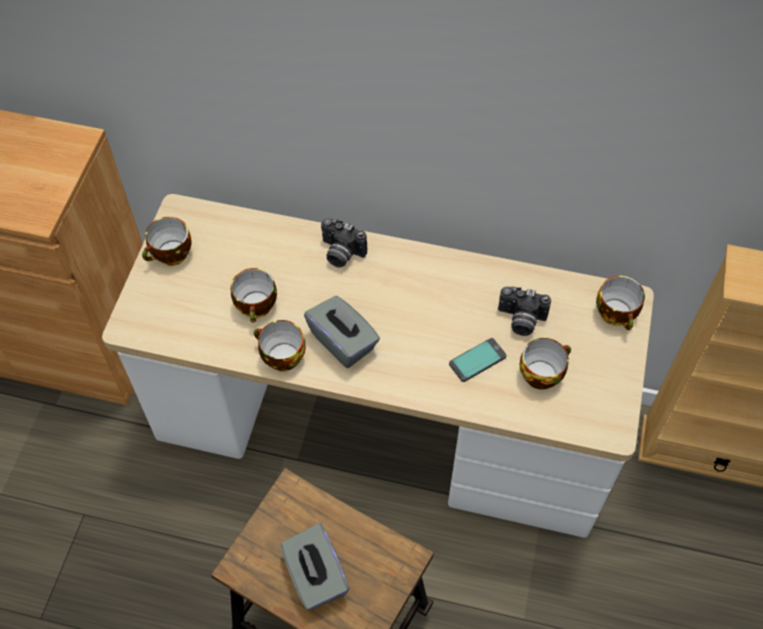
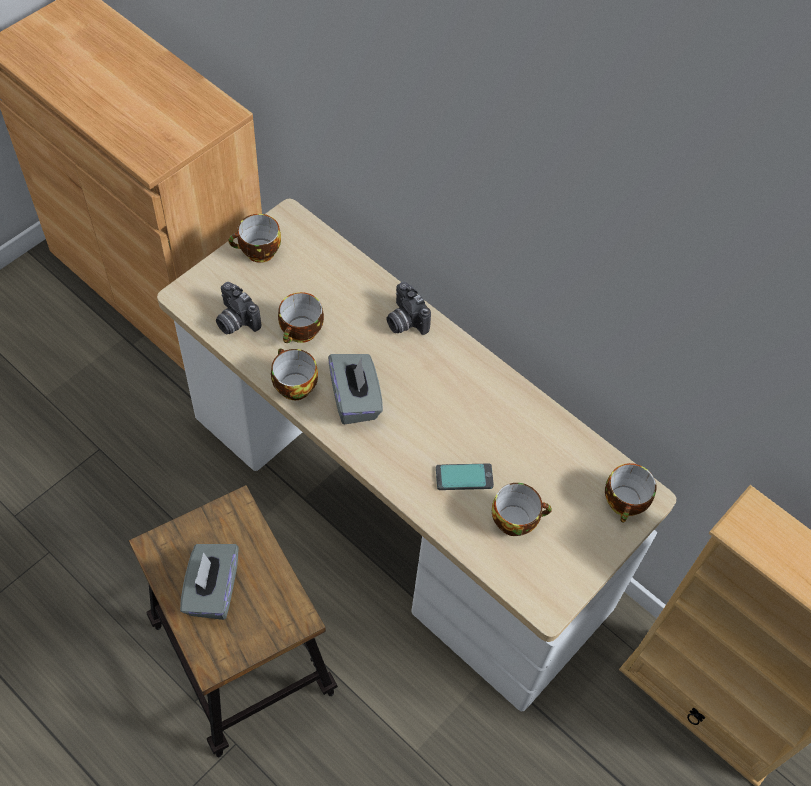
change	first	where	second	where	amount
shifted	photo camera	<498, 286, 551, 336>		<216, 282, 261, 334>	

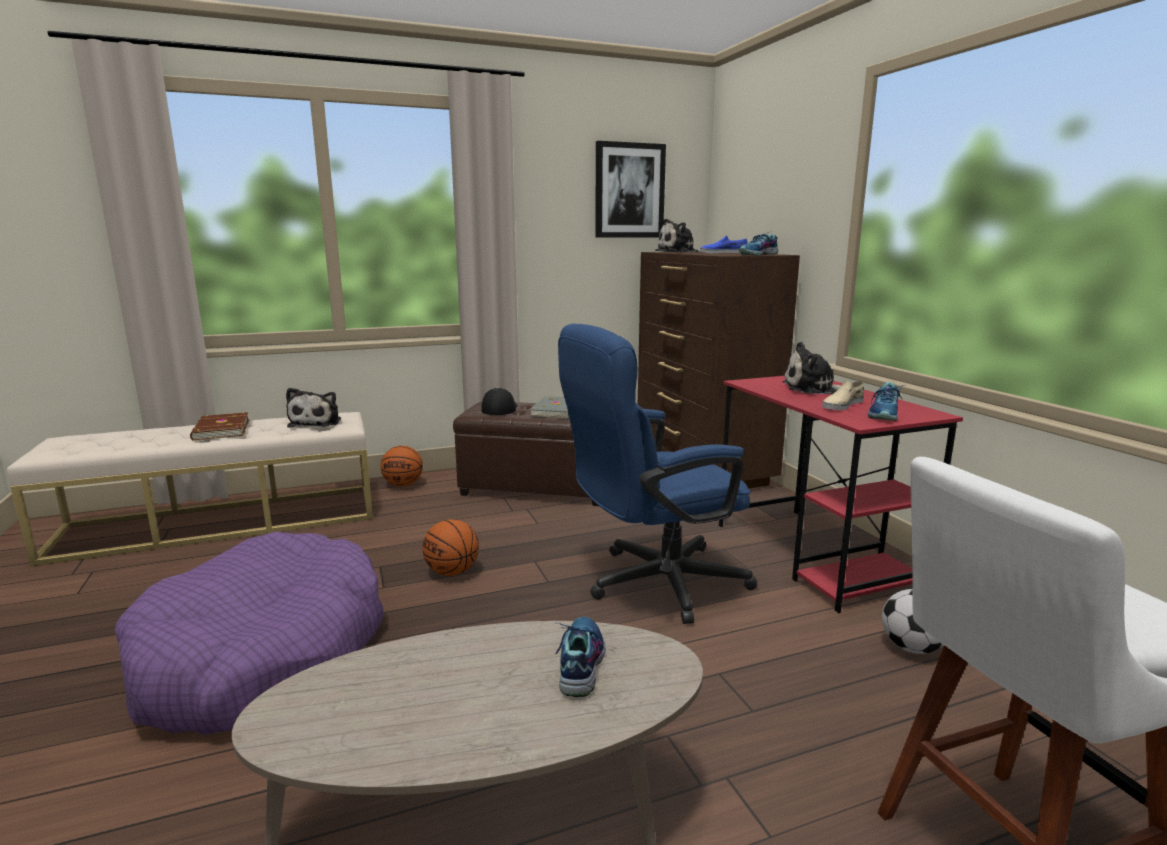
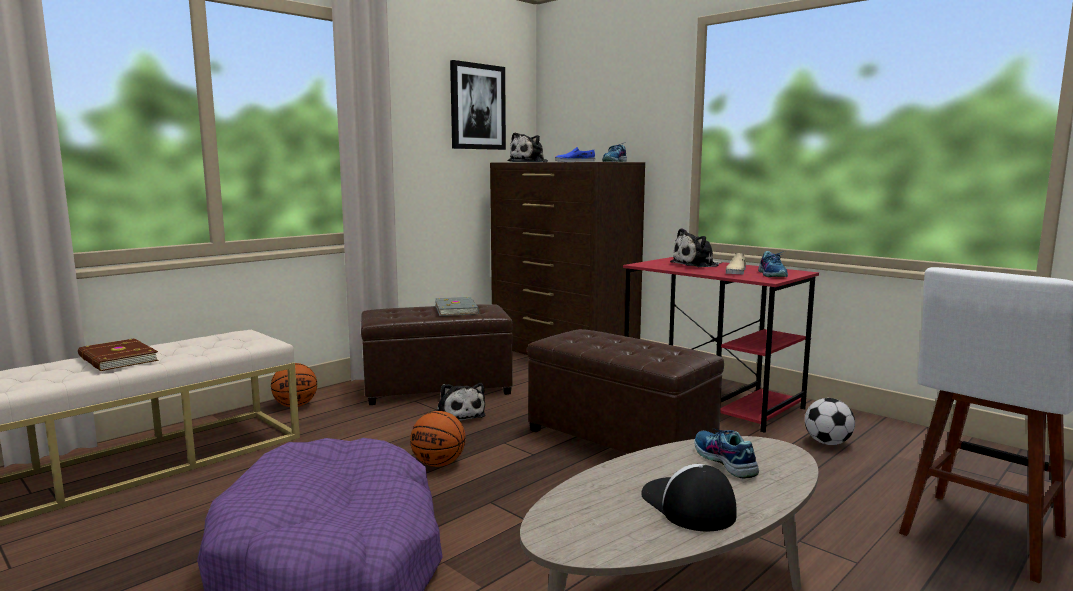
change	first	where	second	where	amount
swapped	blue office chair	<558, 324, 757, 624>	brown ottoman	<527, 329, 724, 454>	
shifted	plush toy	<286, 388, 341, 428>		<436, 383, 486, 421>	
shifted	cap	<481, 388, 518, 415>		<641, 464, 737, 531>	

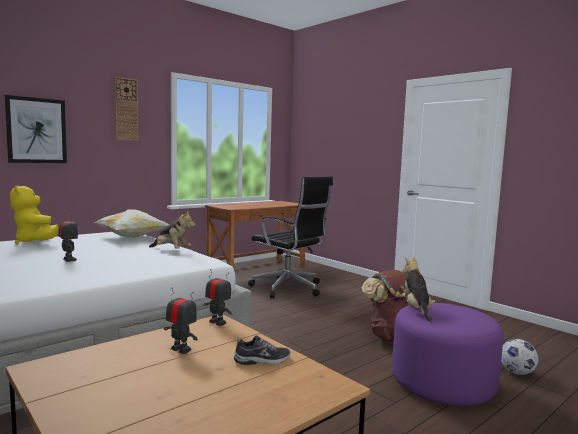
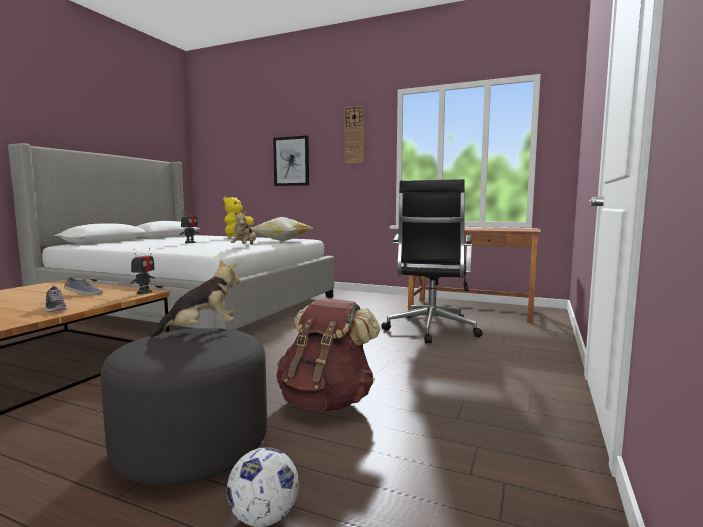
change	first	where	second	where	amount
swapped	toy robot	<164, 288, 198, 354>	shoe	<64, 277, 103, 295>	
repainted	purple ottoman	<392, 303, 504, 406>	grey ottoman	<100, 328, 267, 485>	

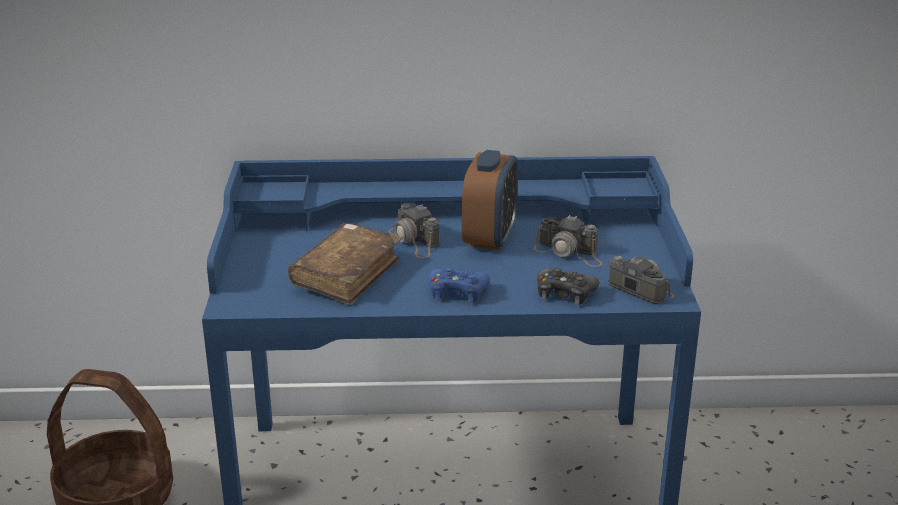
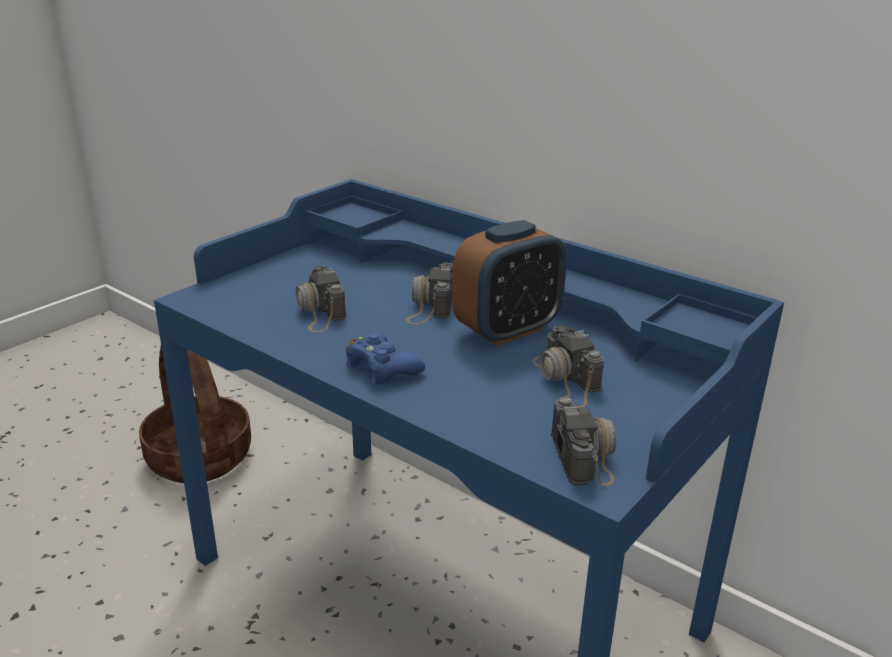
change	first	where	second	where	amount
swapped	brown book	<288, 223, 401, 305>	photo camera	<296, 266, 346, 332>	
gone	black game controller	<537, 268, 599, 305>			

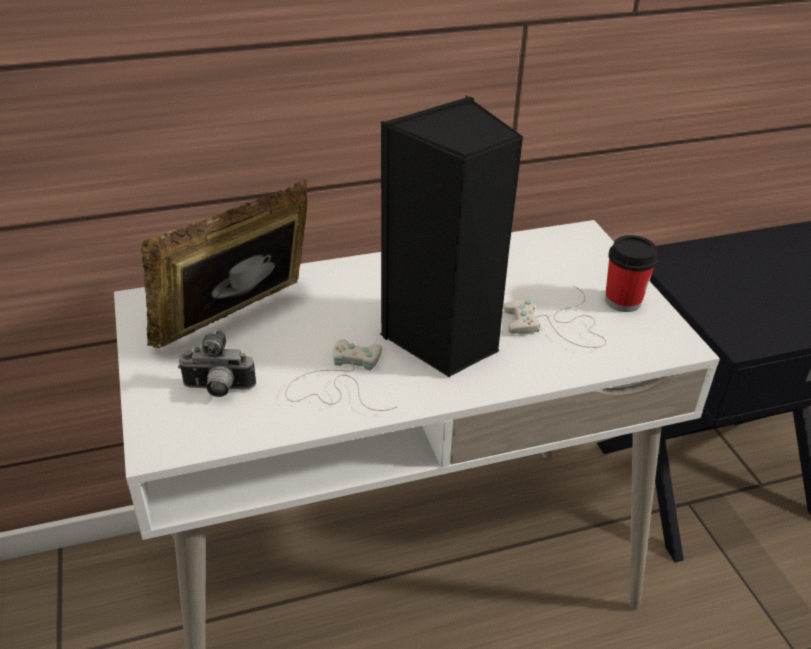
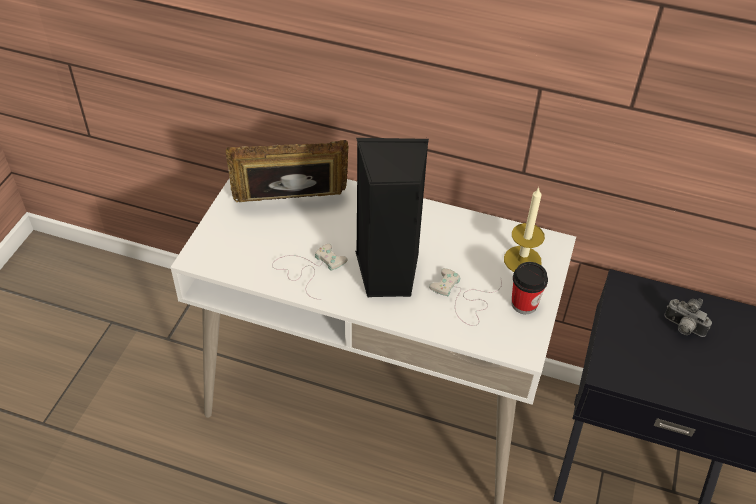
change	first	where	second	where	amount
shifted	photo camera	<178, 330, 256, 397>		<664, 298, 712, 337>	
new			candle	<504, 187, 545, 272>	

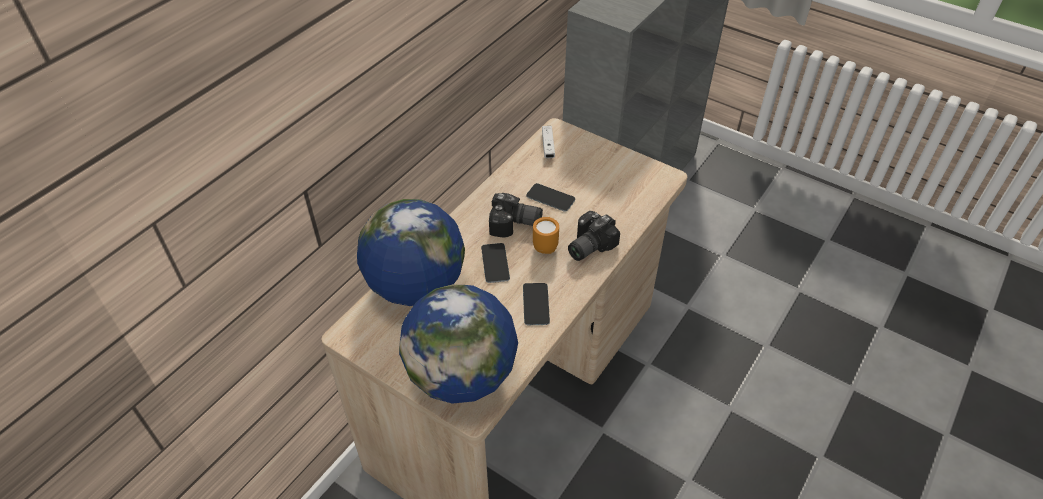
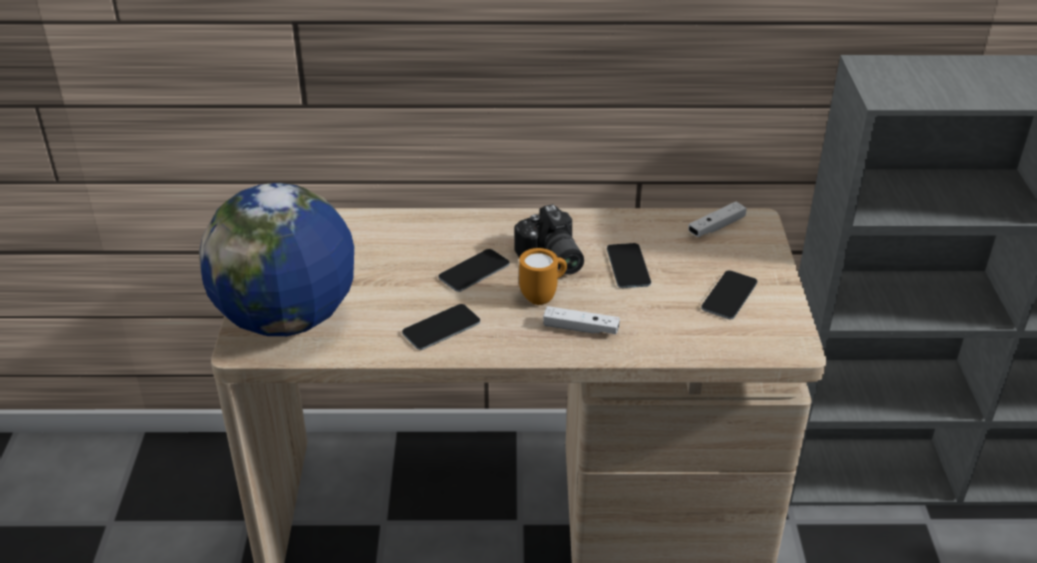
change	first	where	second	where	amount
gone	globe	<357, 199, 465, 306>			
swapped	photo camera	<568, 211, 620, 261>	white game controller	<543, 306, 620, 334>	
new			phone	<701, 270, 757, 319>	

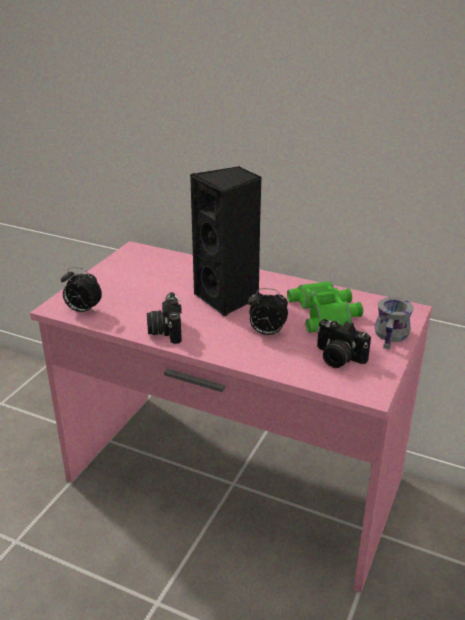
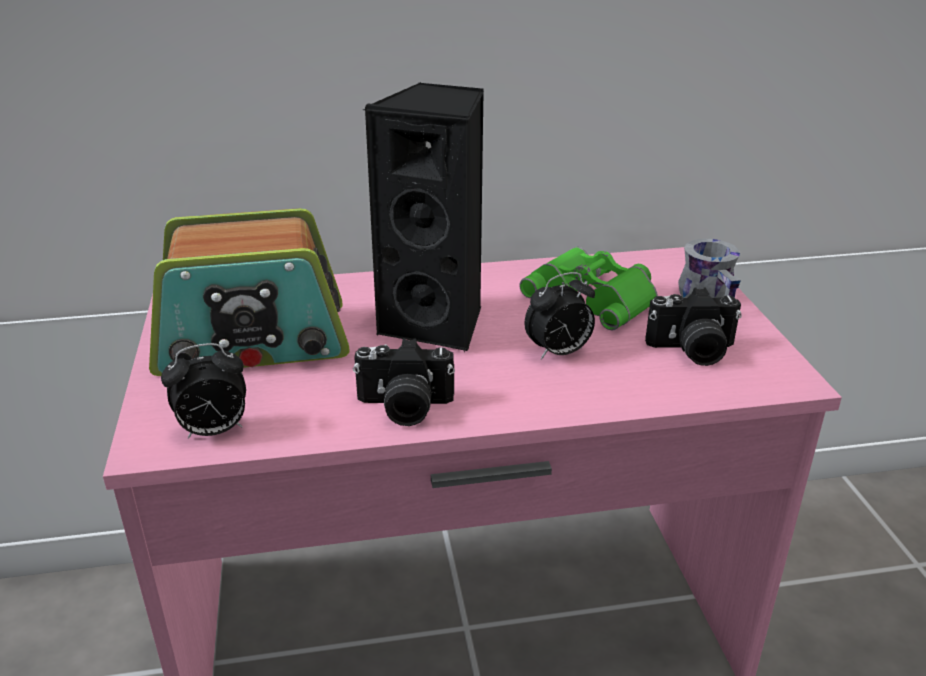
change	first	where	second	where	amount
rotated	photo camera	<147, 292, 182, 344>		<353, 338, 455, 426>	45 degrees counterclockwise
new			radio	<149, 208, 349, 376>	

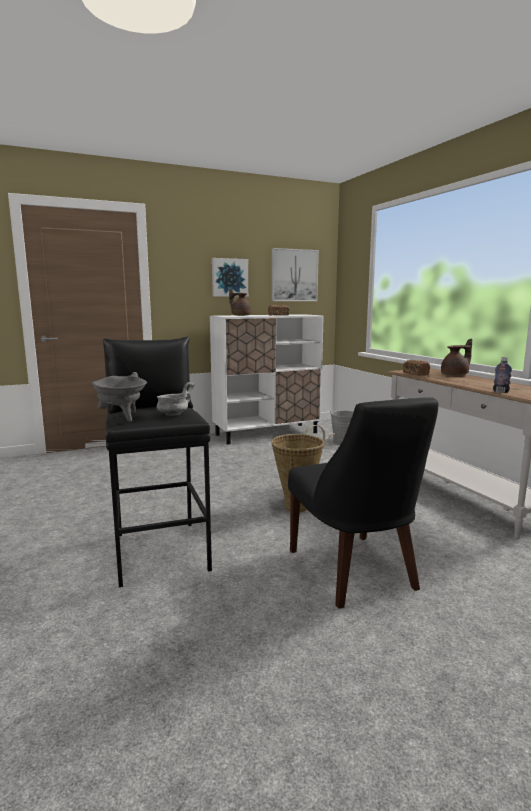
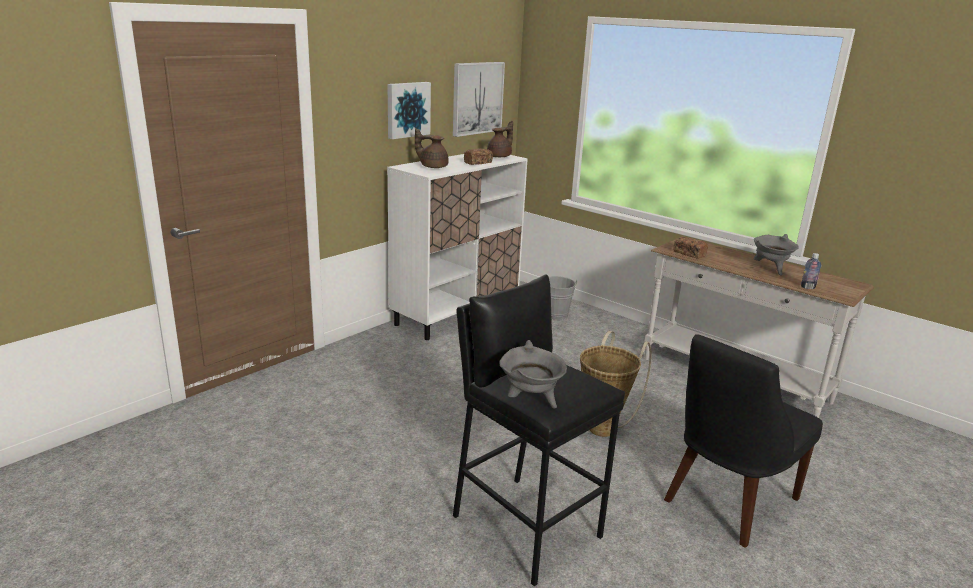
change	first	where	second	where	amount
shifted	brown teapot	<441, 339, 472, 376>		<487, 121, 513, 157>	
gone	grey bowl	<157, 382, 195, 416>			
rotated	black chair	<288, 397, 438, 609>		<664, 334, 823, 548>	90 degrees clockwise
new			grey cooking pot	<753, 234, 799, 276>	

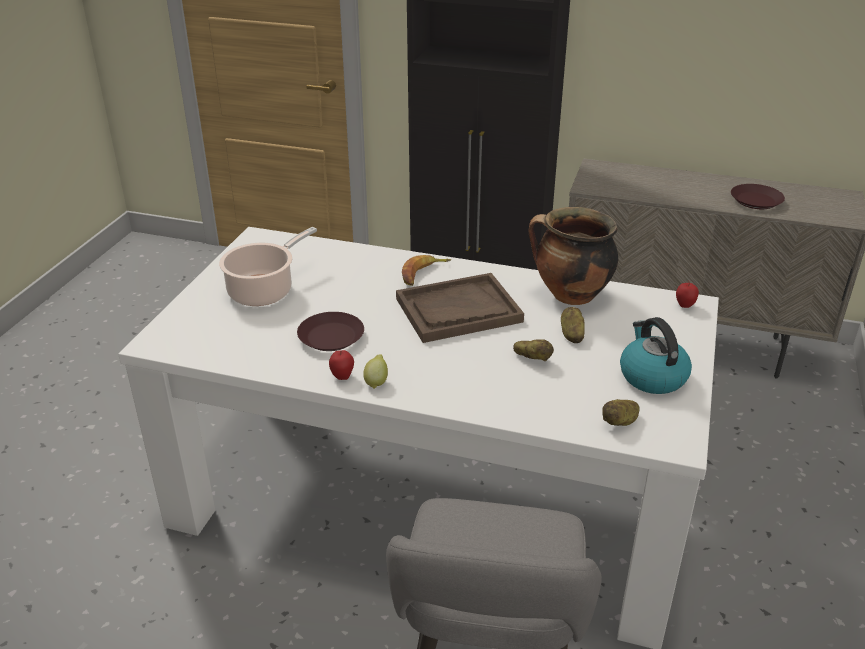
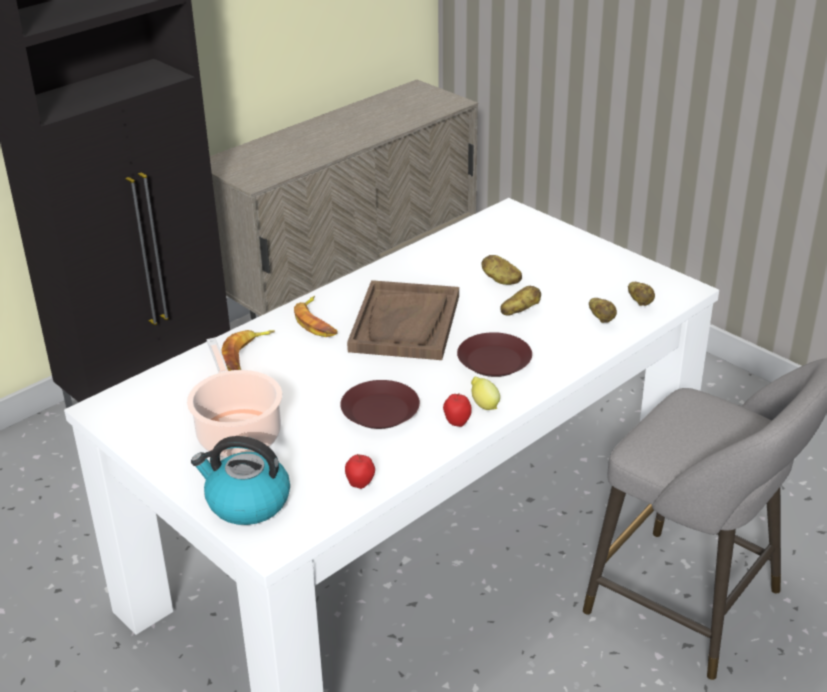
change	first	where	second	where	amount
shifted	brown plate	<731, 184, 785, 209>		<457, 332, 532, 377>	
gone	cooking pot	<529, 207, 618, 305>			
shifted	apple	<676, 280, 699, 308>		<345, 454, 375, 489>	
shifted	kettle	<620, 317, 692, 394>		<191, 436, 290, 525>	
new			potato	<589, 298, 617, 323>	
new			banana	<222, 330, 275, 371>	

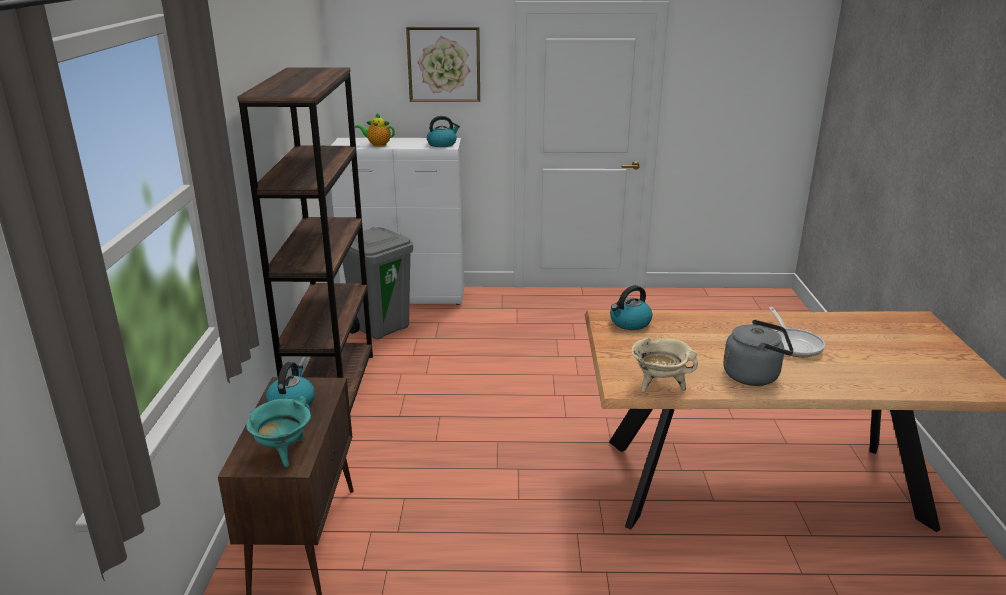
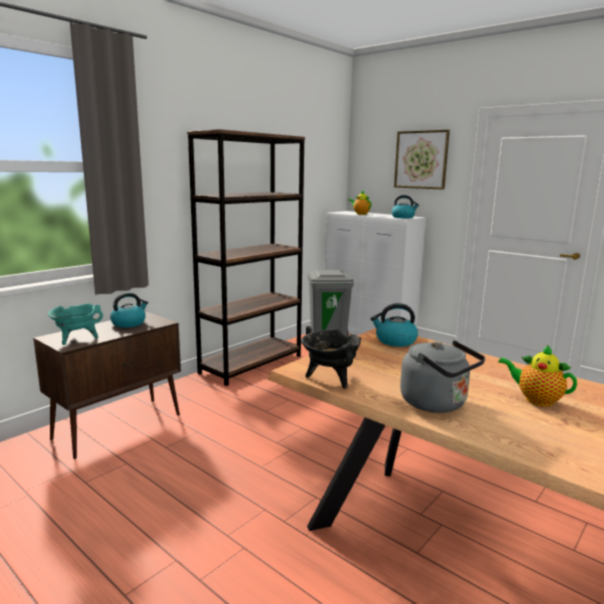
change	first	where	second	where	amount
swapped	frying pan	<769, 307, 825, 357>	teapot	<498, 345, 577, 407>	
repainted	beige cooking pot	<632, 337, 698, 393>	black cooking pot	<301, 329, 361, 389>	

